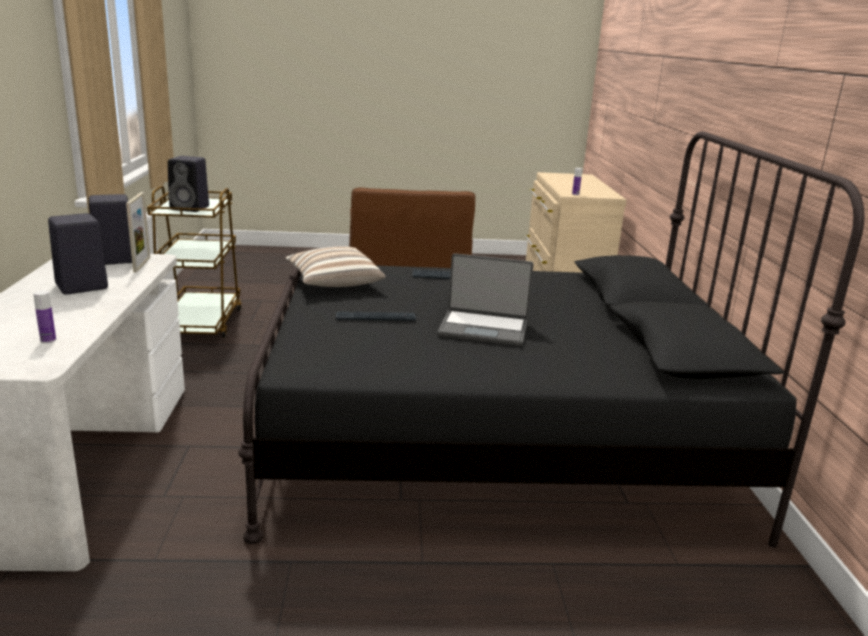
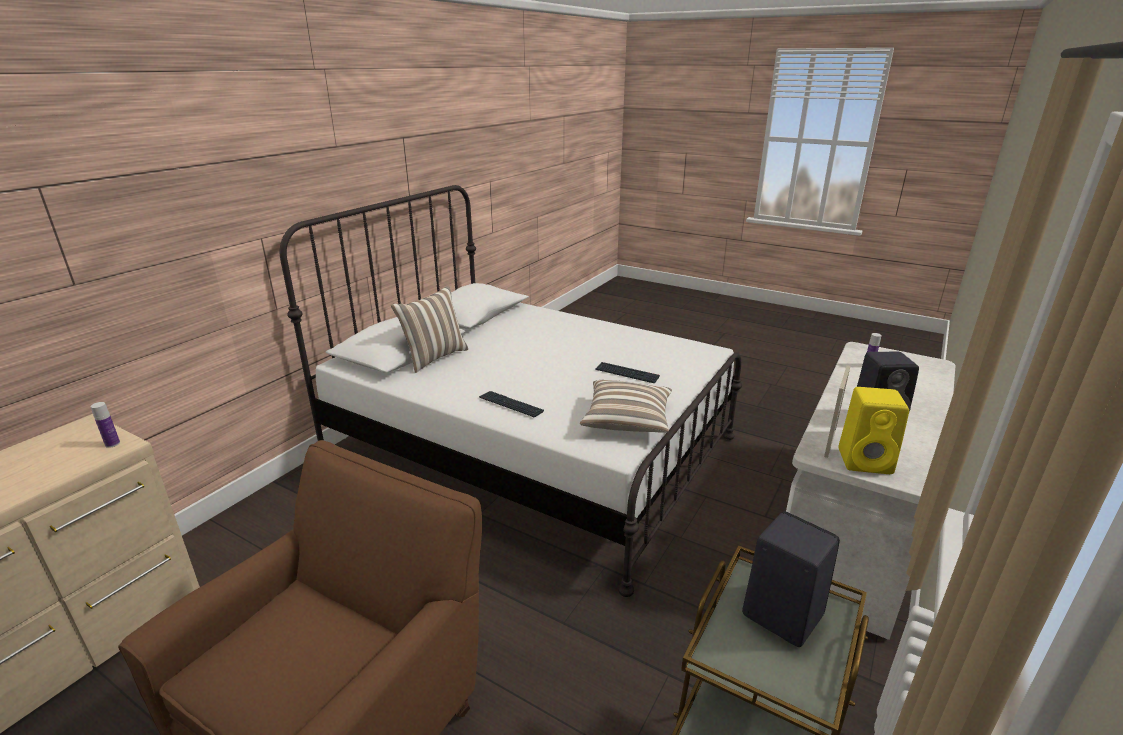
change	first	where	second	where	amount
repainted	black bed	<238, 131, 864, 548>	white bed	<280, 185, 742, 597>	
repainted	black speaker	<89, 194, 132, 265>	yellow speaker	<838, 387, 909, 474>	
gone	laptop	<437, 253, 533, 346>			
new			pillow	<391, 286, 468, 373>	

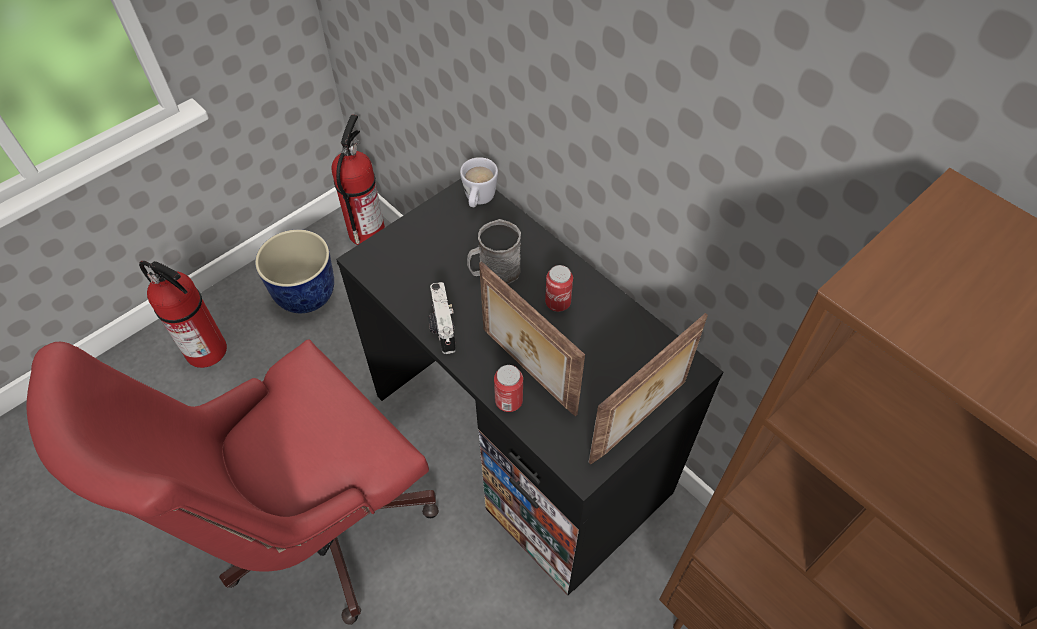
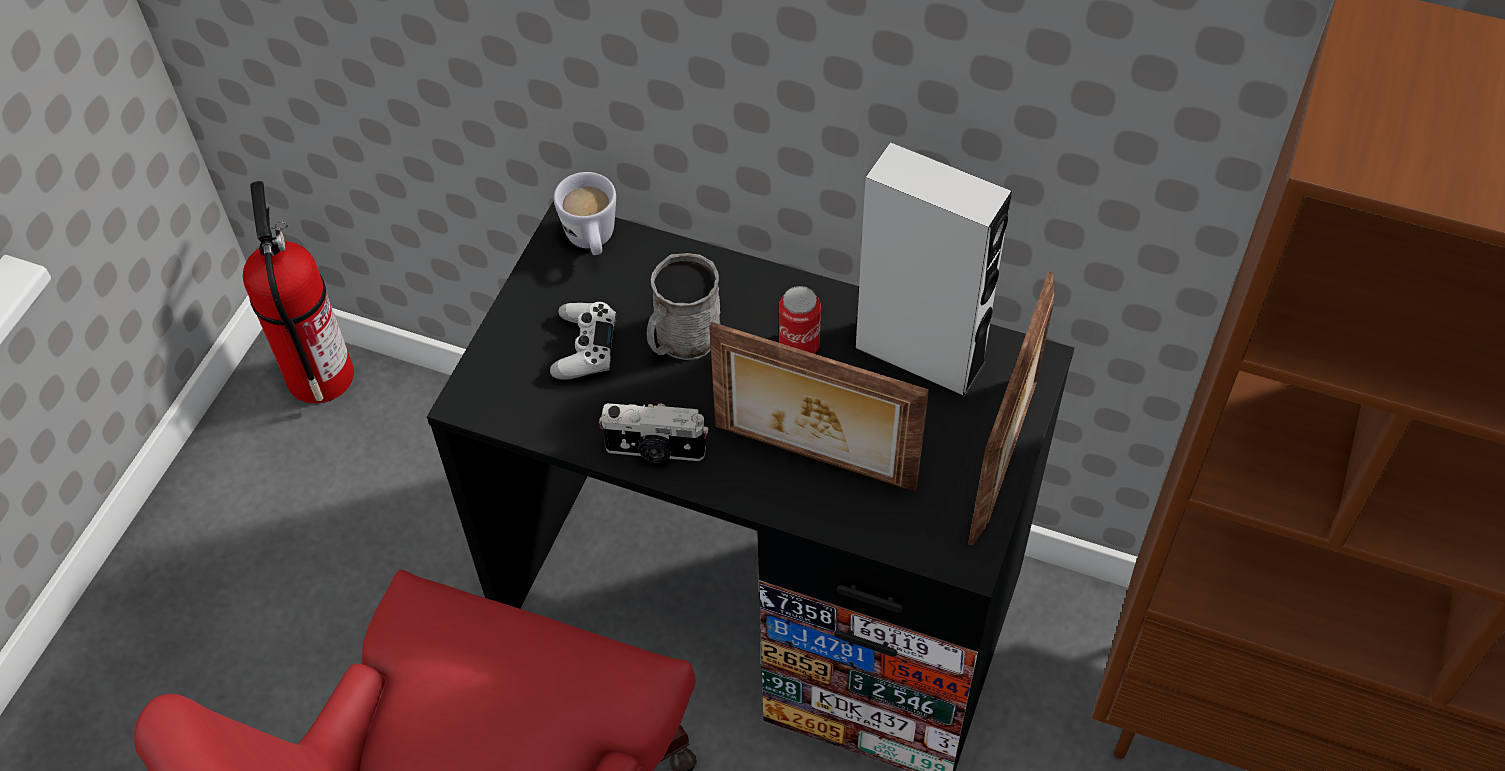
change	first	where	second	where	amount
gone	planter	<255, 229, 334, 313>			
gone	fire extinguisher	<139, 261, 227, 368>			
rotated	photo camera	<428, 282, 456, 354>		<599, 403, 709, 463>	45 degrees counterclockwise
gone	can	<494, 365, 523, 412>			
new			grey speaker	<853, 142, 1012, 398>	
new			white game controller	<550, 302, 617, 380>	

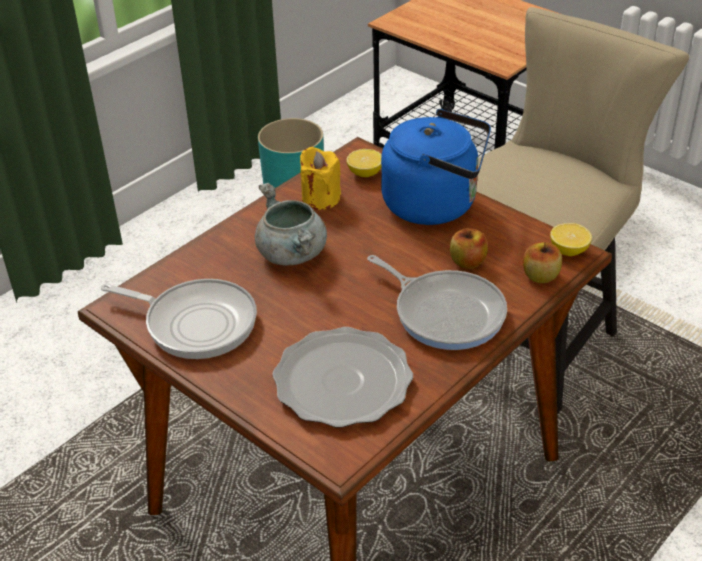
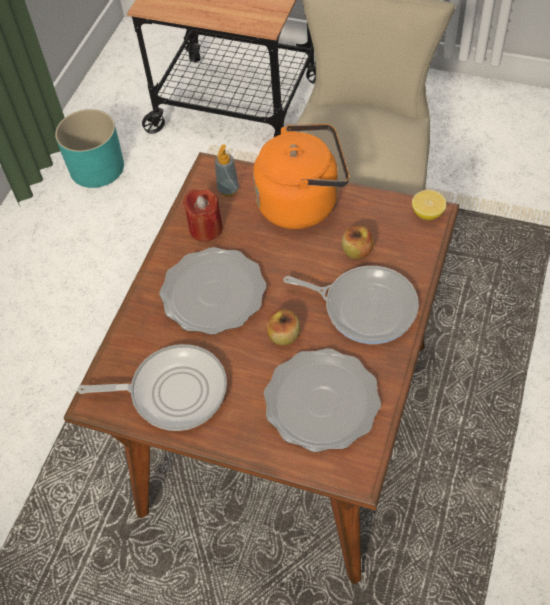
change	first	where	second	where	amount
repainted	blue kettle	<381, 109, 491, 225>	orange kettle	<253, 124, 349, 229>	
repainted	yellow candle	<300, 147, 341, 210>	red candle	<183, 189, 223, 242>	
swapped	lemon	<347, 149, 382, 177>	soap dispenser	<215, 144, 239, 196>	
swapped	grey cooking pot	<255, 183, 327, 265>	plate	<159, 247, 266, 335>	
shifted	apple	<523, 242, 562, 283>		<266, 309, 300, 345>	

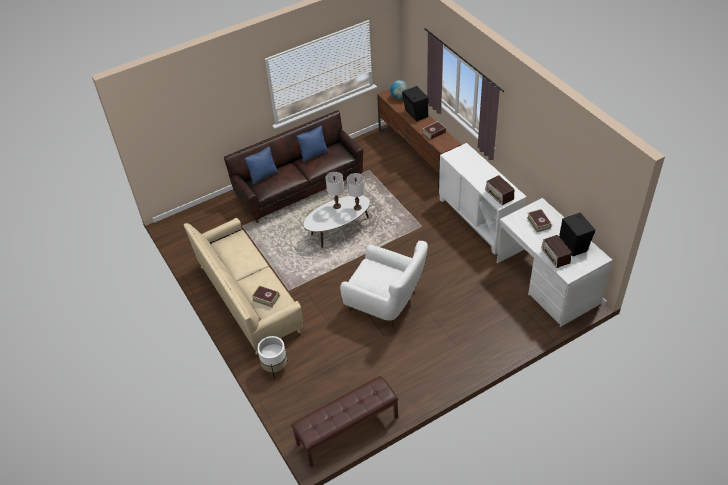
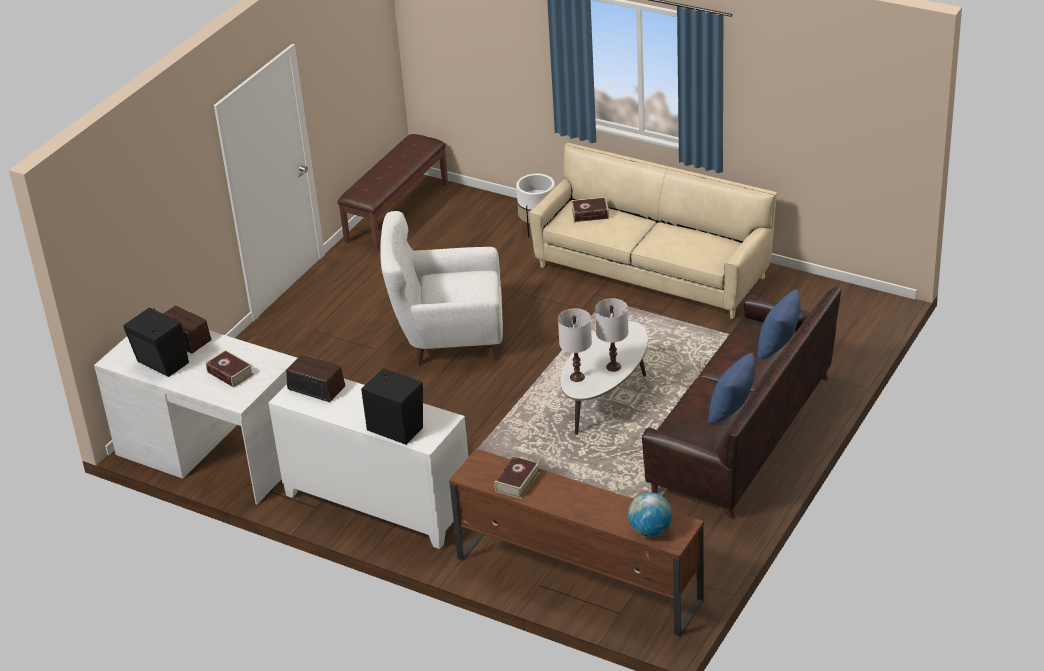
change	first	where	second	where	amount
shifted	black speaker	<402, 86, 428, 121>		<361, 368, 423, 445>	

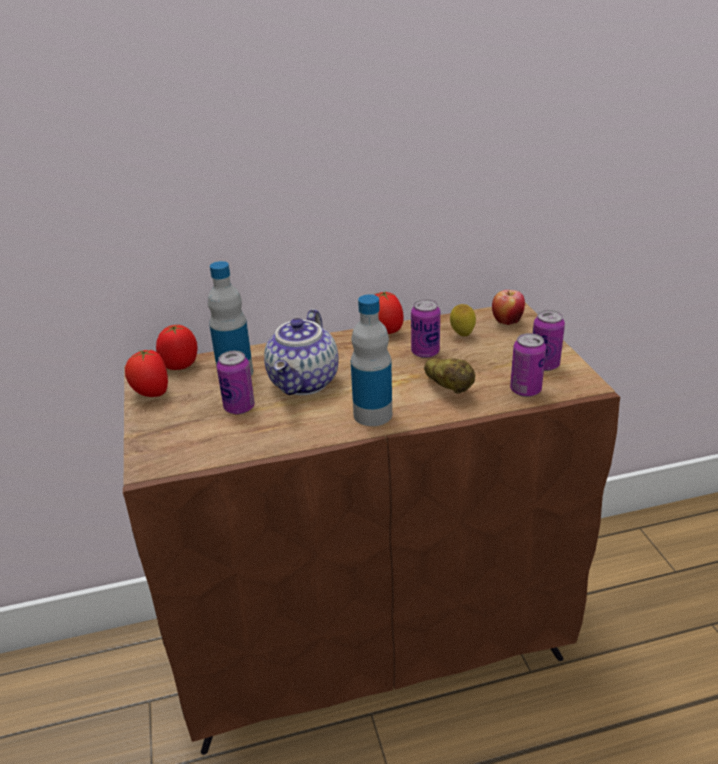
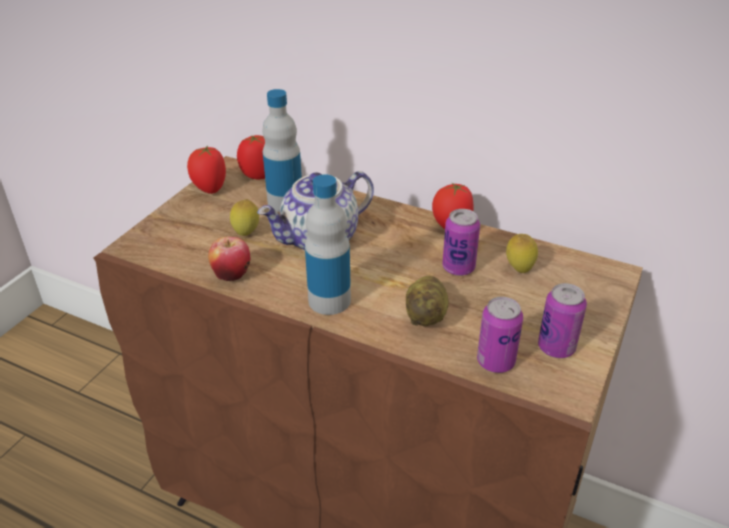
change	first	where	second	where	amount
shifted	apple	<492, 290, 525, 325>		<208, 237, 250, 281>	
swapped	can	<217, 351, 255, 414>	lemon	<230, 199, 259, 236>	

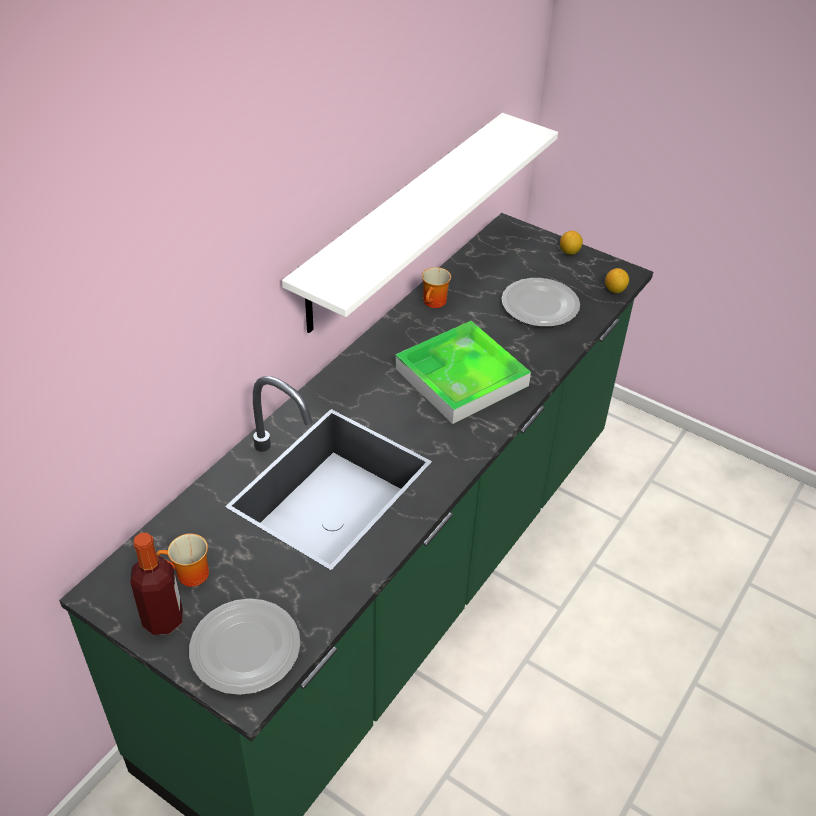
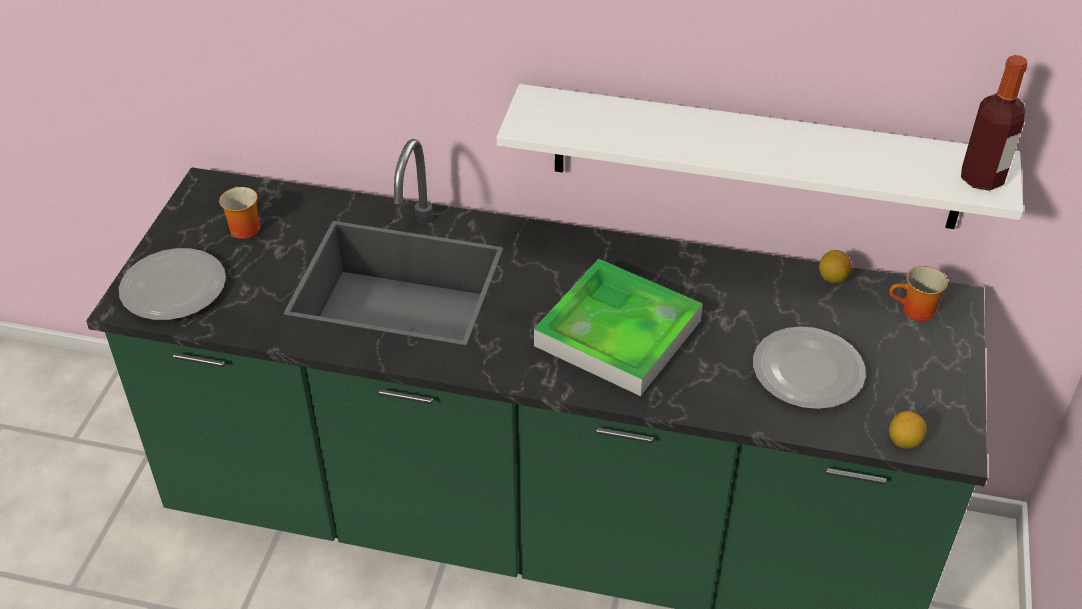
change	first	where	second	where	amount
shifted	lemon	<560, 231, 583, 255>		<819, 250, 852, 283>	
shifted	mug	<422, 267, 451, 308>		<889, 266, 948, 321>	
shifted	bottle	<130, 532, 183, 635>		<961, 55, 1027, 191>	

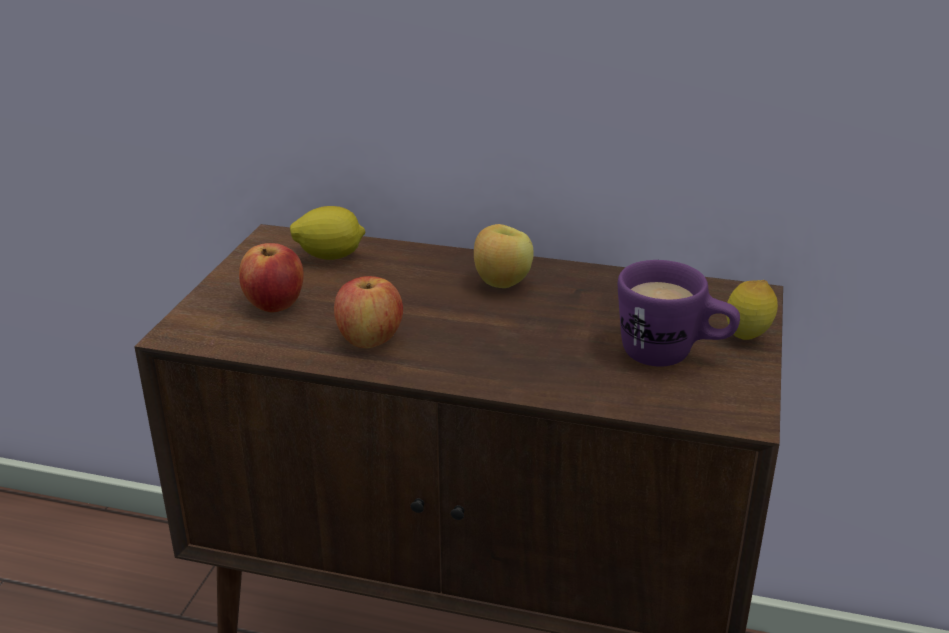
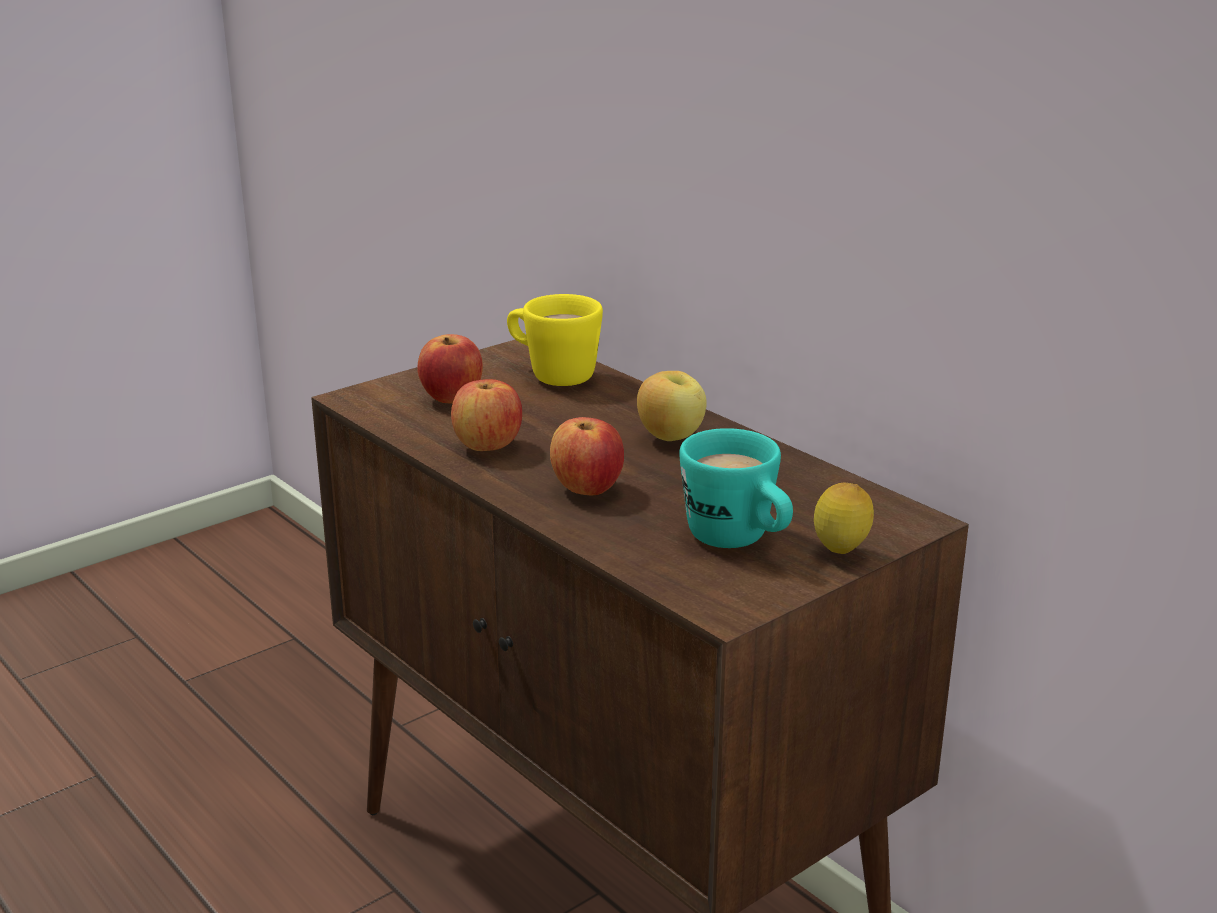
change	first	where	second	where	amount
swapped	lemon	<290, 206, 365, 260>	yellow mug	<507, 294, 603, 386>	
repainted	purple mug	<618, 260, 740, 367>	turquoise mug	<679, 428, 793, 548>	
new			apple	<550, 417, 624, 495>	

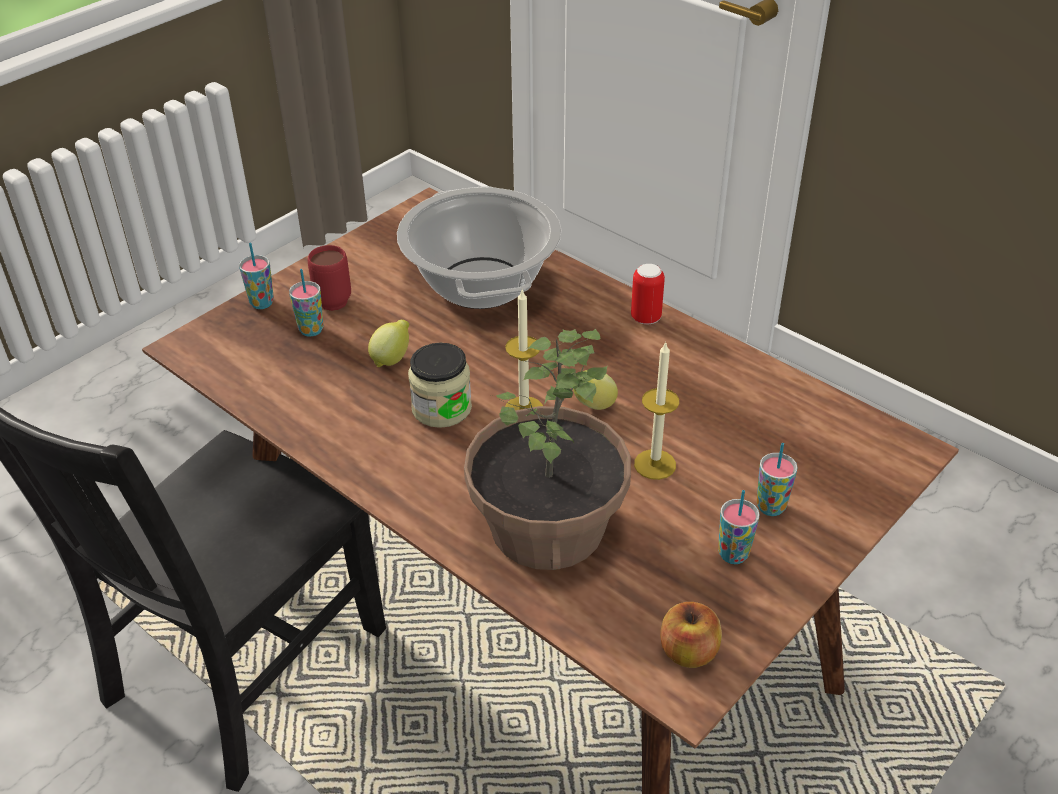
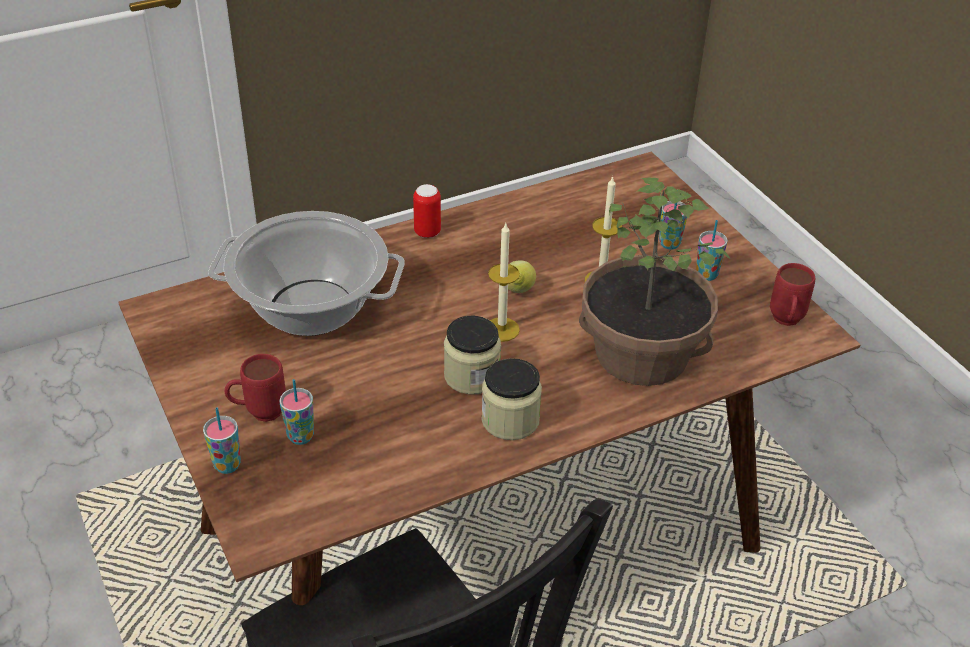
change	first	where	second	where	amount
gone	lemon	<368, 320, 409, 367>			
swapped	apple	<660, 602, 722, 668>	red mug	<770, 263, 815, 326>	
new			jar	<481, 358, 542, 440>	

